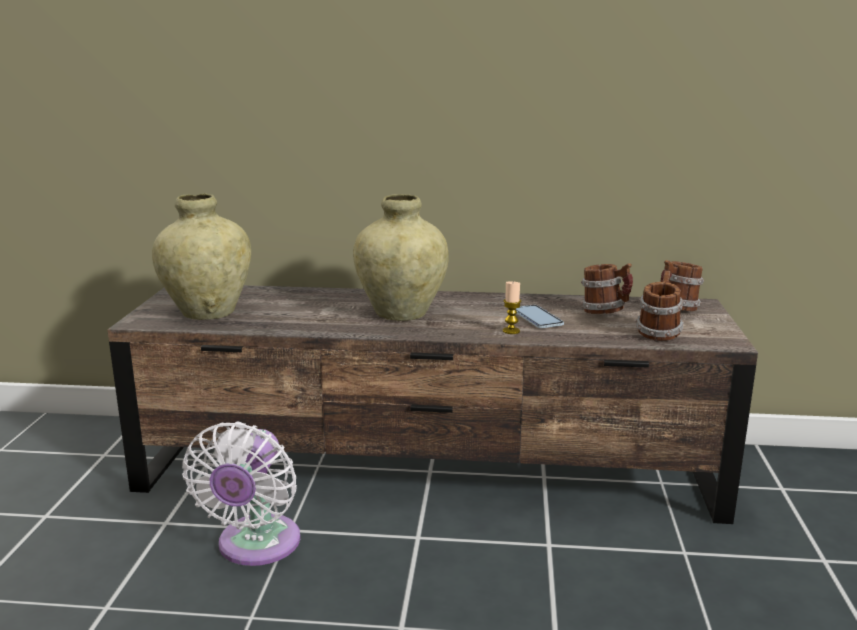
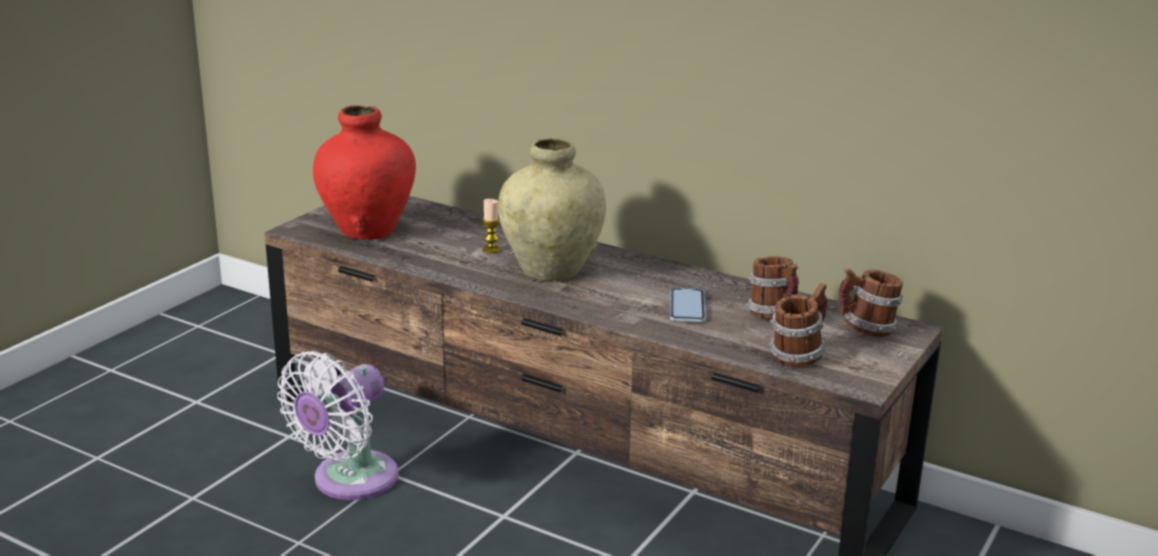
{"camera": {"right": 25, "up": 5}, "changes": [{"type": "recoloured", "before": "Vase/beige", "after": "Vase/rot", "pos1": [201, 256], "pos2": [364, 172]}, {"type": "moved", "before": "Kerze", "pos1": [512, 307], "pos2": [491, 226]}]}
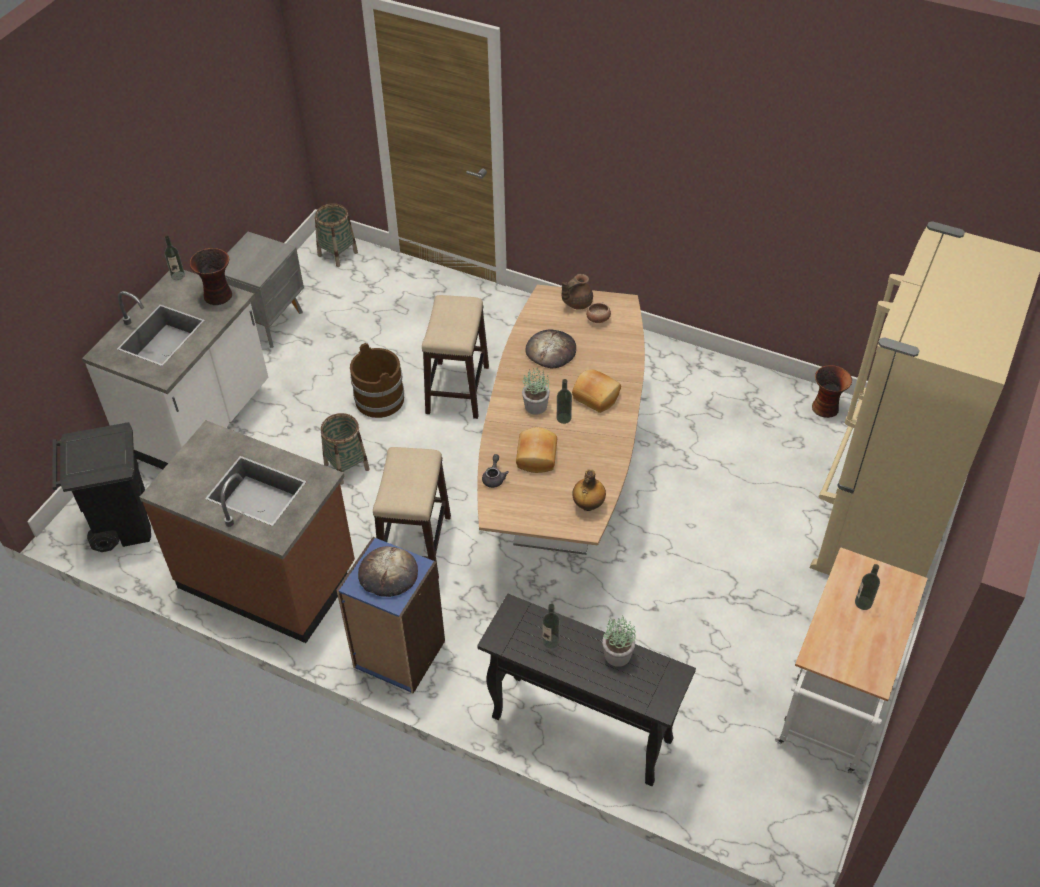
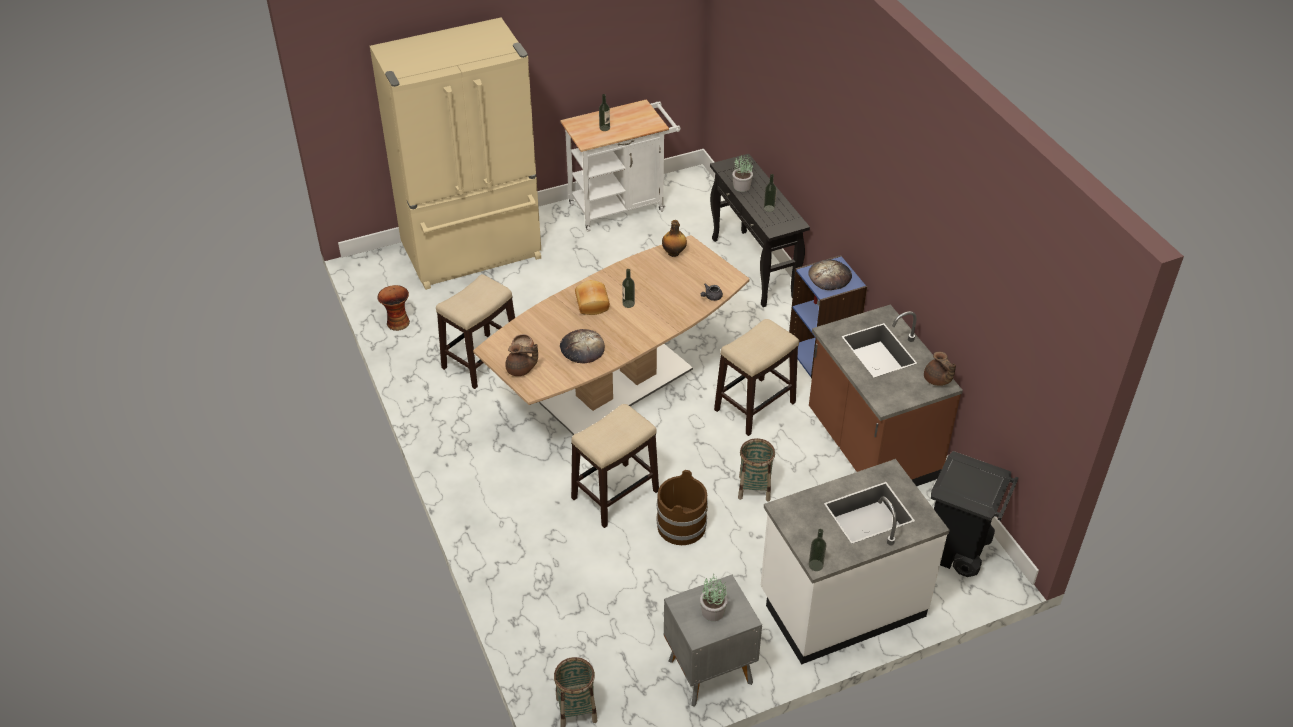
{"camera": {"right": -140, "up": -5}, "changes": [{"type": "added", "after": "Hocker", "pos2": [475, 331]}, {"type": "moved", "before": "Topfpflanze", "pos1": [536, 391], "pos2": [714, 598]}, {"type": "added", "after": "Teekanne/braun", "pos2": [940, 369]}, {"type": "removed", "before": "Vase", "pos1": [211, 276]}, {"type": "removed", "before": "Brot", "pos1": [536, 450]}]}
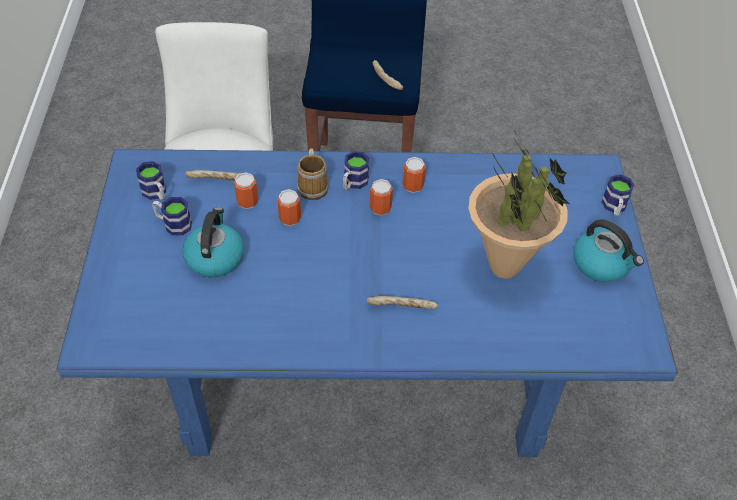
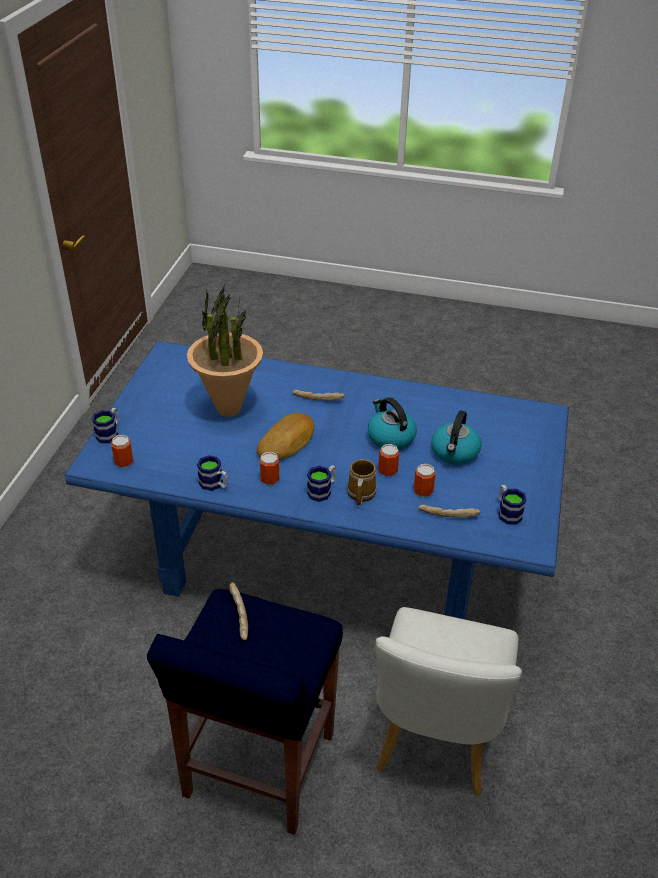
{"camera": {"right": -165, "up": -10}, "changes": [{"type": "moved", "before": "Dose", "pos1": [381, 197], "pos2": [122, 451]}, {"type": "moved", "before": "Henkelbecher", "pos1": [172, 216], "pos2": [212, 473]}, {"type": "added", "after": "Brot", "pos2": [285, 436]}, {"type": "moved", "before": "Wasserkessel", "pos1": [608, 251], "pos2": [392, 423]}]}
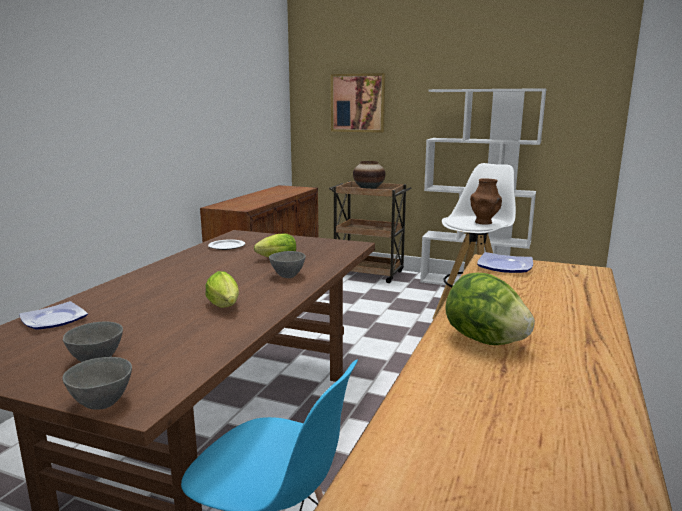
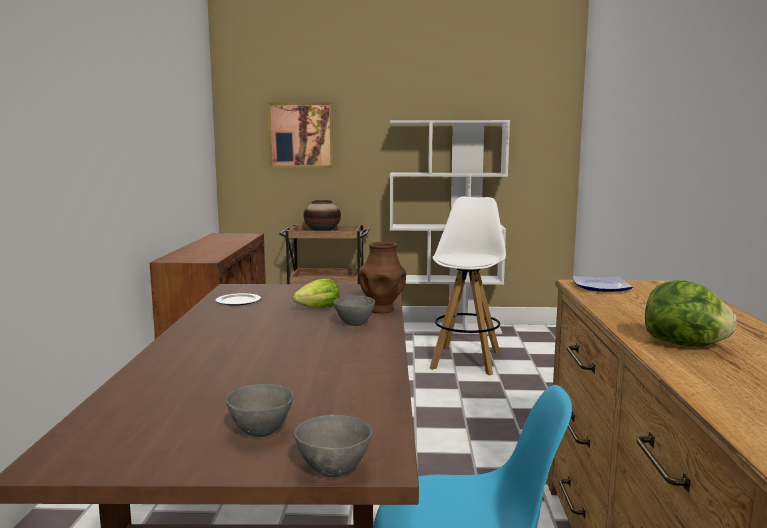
{"camera": {"right": -20, "up": -5}, "changes": [{"type": "moved", "before": "Vase/braun", "pos1": [486, 201], "pos2": [382, 277]}, {"type": "removed", "before": "Teller", "pos1": [53, 315]}, {"type": "removed", "before": "Salatkopf", "pos1": [222, 289]}]}
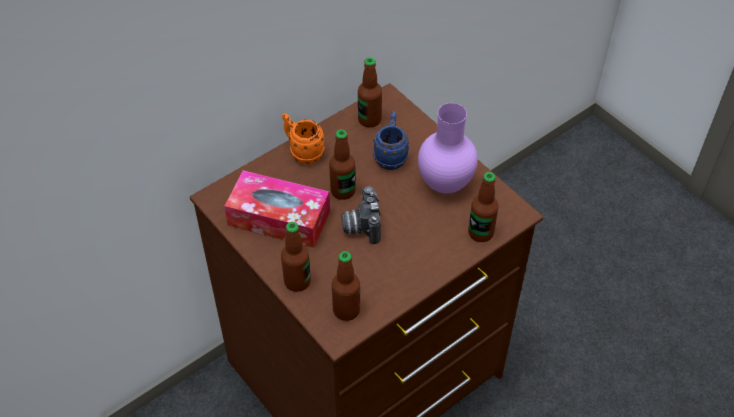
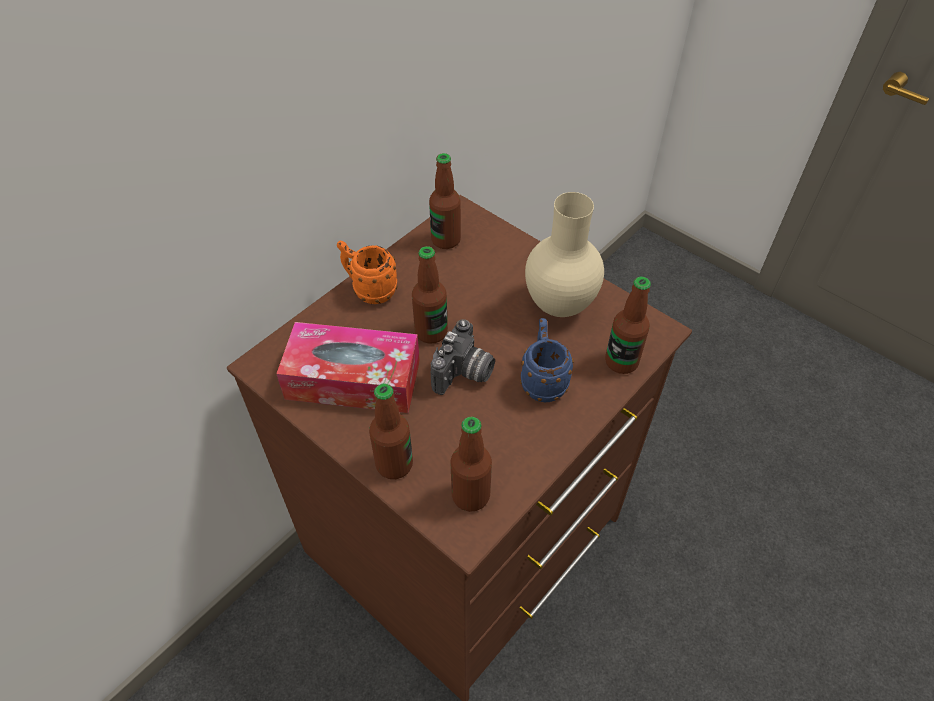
{"camera": {"right": -10, "up": 0}, "changes": [{"type": "turned", "before": "Kamera", "pos1": [361, 215], "pos2": [462, 357], "turn": -135}, {"type": "moved", "before": "Henkelbecher/blau", "pos1": [391, 140], "pos2": [547, 360]}, {"type": "recoloured", "before": "Vase/lila", "after": "Vase/beige", "pos1": [448, 148], "pos2": [564, 254]}]}
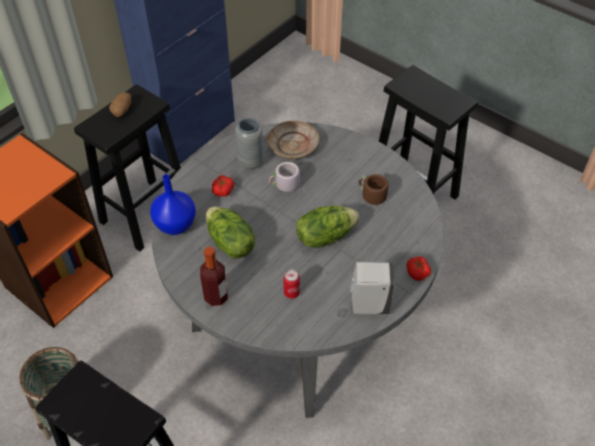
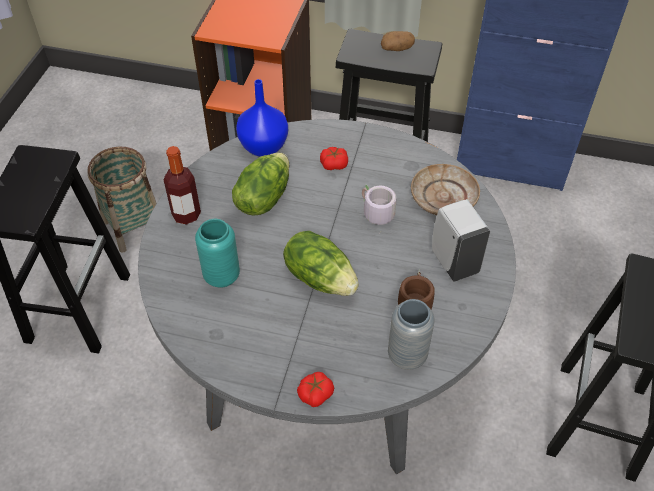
{"camera": {"right": 65, "up": 0}, "changes": [{"type": "replaced", "before": "Dose", "after": "Vase/türkis", "pos1": [291, 284], "pos2": [217, 253]}, {"type": "moved", "before": "Vase/grau", "pos1": [249, 143], "pos2": [411, 334]}, {"type": "moved", "before": "Seifenspender/weiß", "pos1": [372, 288], "pos2": [461, 240]}]}
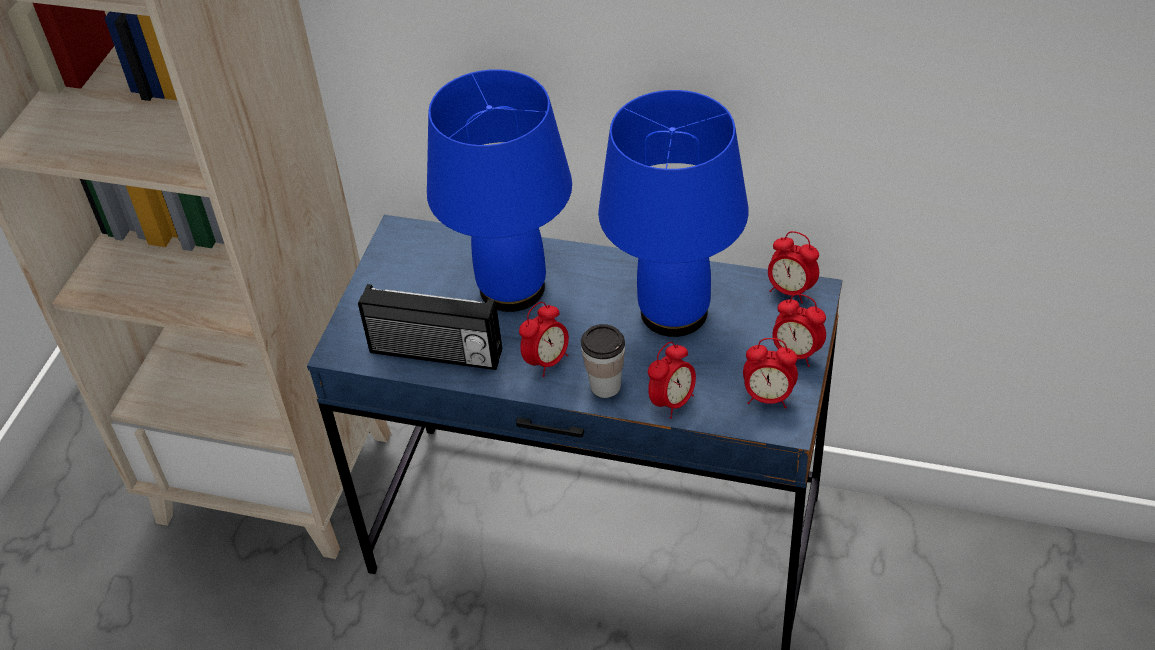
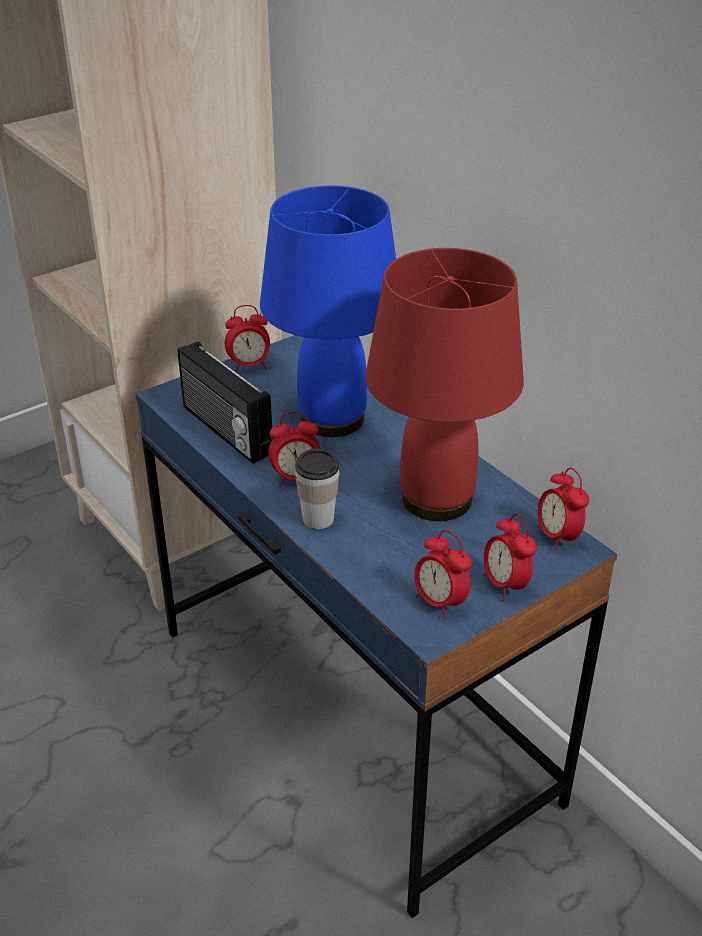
{"camera": {"right": 35, "up": -10}, "changes": [{"type": "moved", "before": "Wecker", "pos1": [672, 380], "pos2": [247, 338]}, {"type": "recoloured", "before": "Tischlampe/blau", "after": "Tischlampe/rot", "pos1": [673, 213], "pos2": [444, 384]}]}
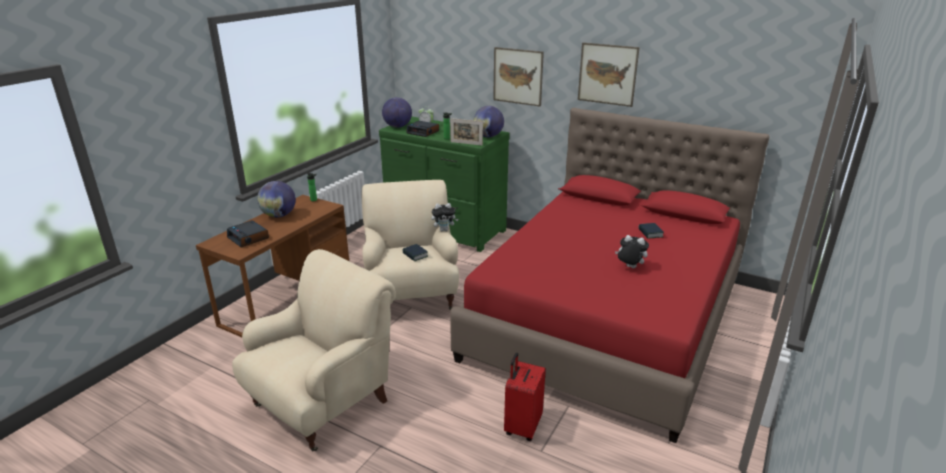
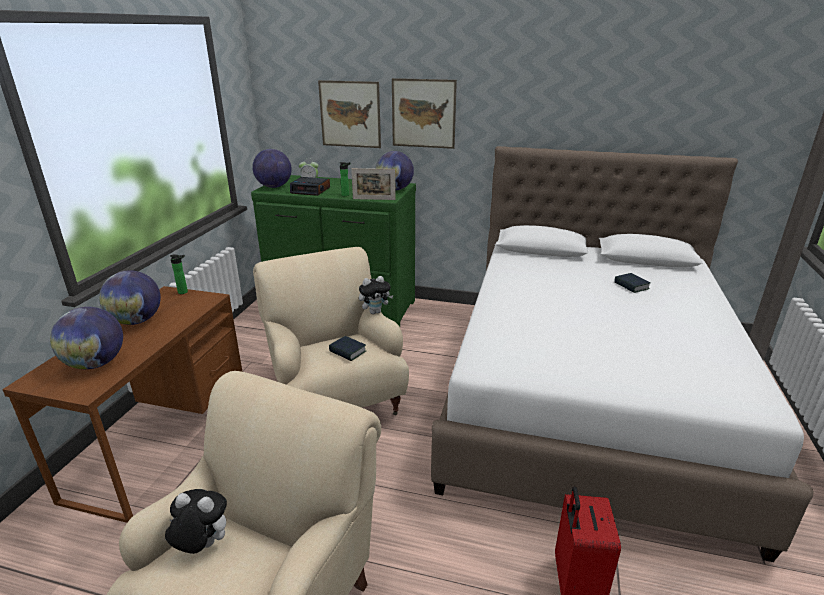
{"camera": {"right": -15, "up": 0}, "changes": [{"type": "replaced", "before": "Wecker", "after": "Globus", "pos1": [248, 234], "pos2": [86, 338]}, {"type": "moved", "before": "Plüschtier", "pos1": [632, 251], "pos2": [196, 521]}, {"type": "moved", "before": "Bild", "pos1": [609, 75], "pos2": [349, 114]}, {"type": "recoloured", "before": "Bett/rot", "after": "Bett/weiß", "pos1": [609, 275], "pos2": [622, 354]}]}
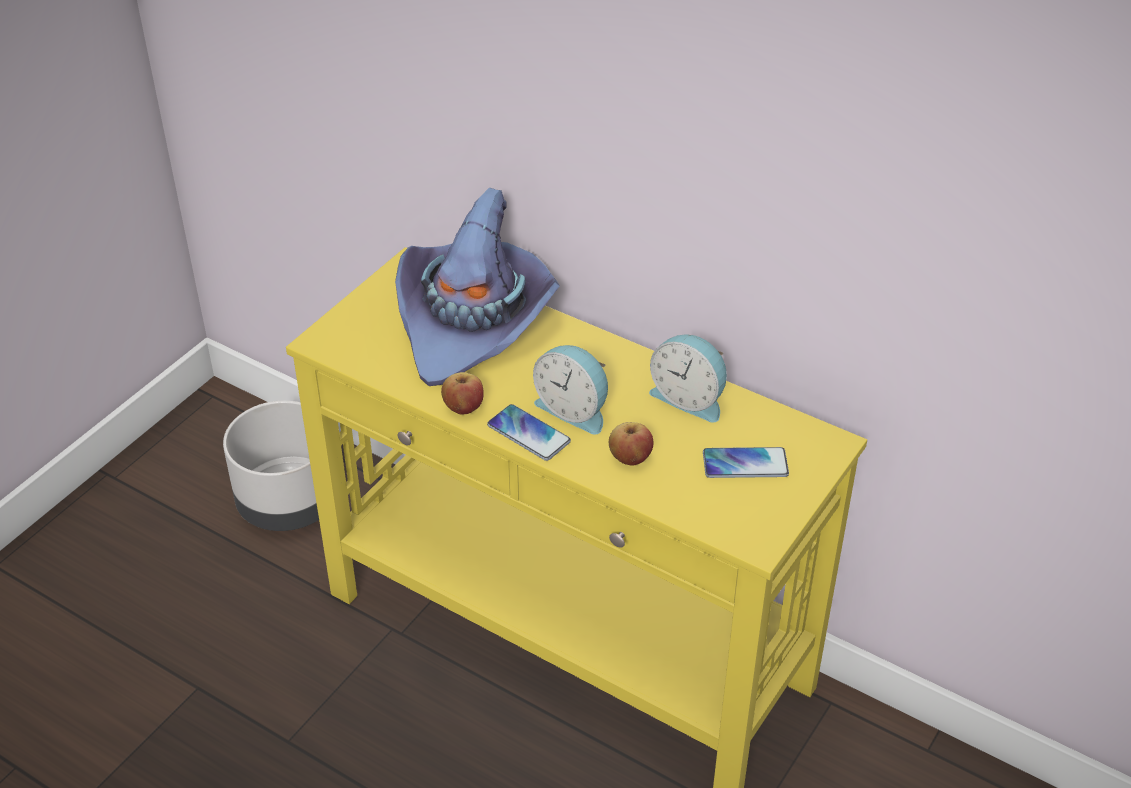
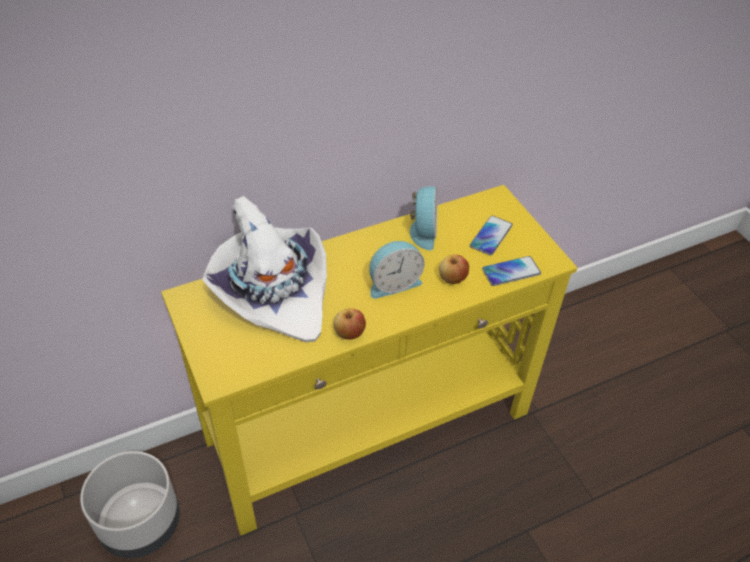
{"camera": {"right": -60, "up": 5}, "changes": [{"type": "recoloured", "before": "Hut/lila", "after": "Hut/weiß", "pos1": [477, 287], "pos2": [264, 269]}, {"type": "turned", "before": "Wecker", "pos1": [688, 378], "pos2": [423, 218], "turn": -60}, {"type": "moved", "before": "Handy", "pos1": [529, 432], "pos2": [511, 271]}]}
